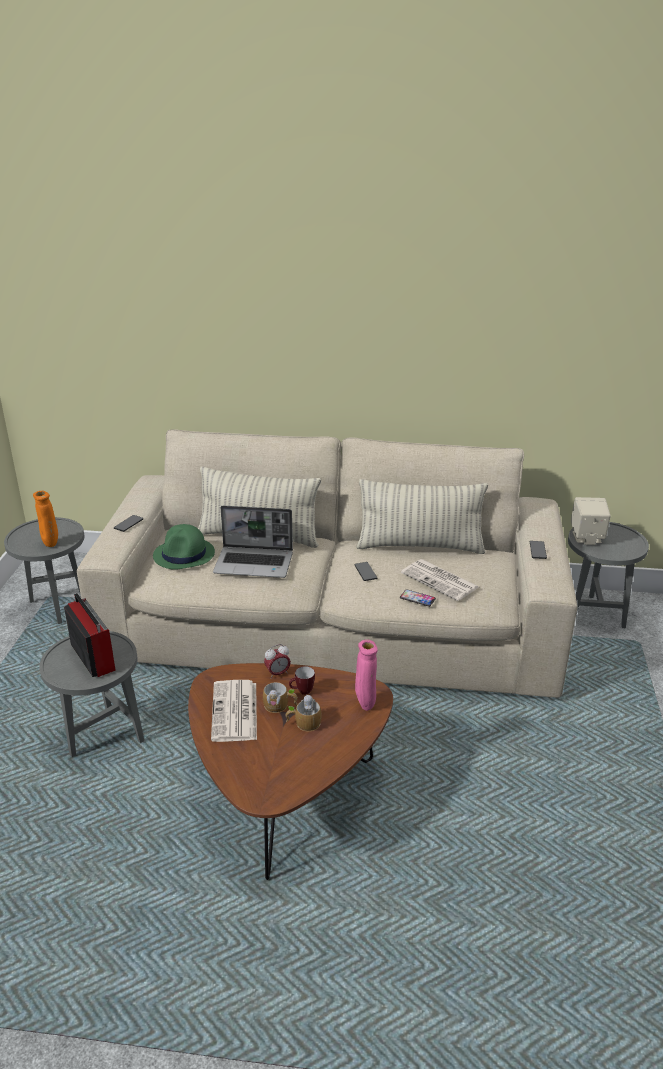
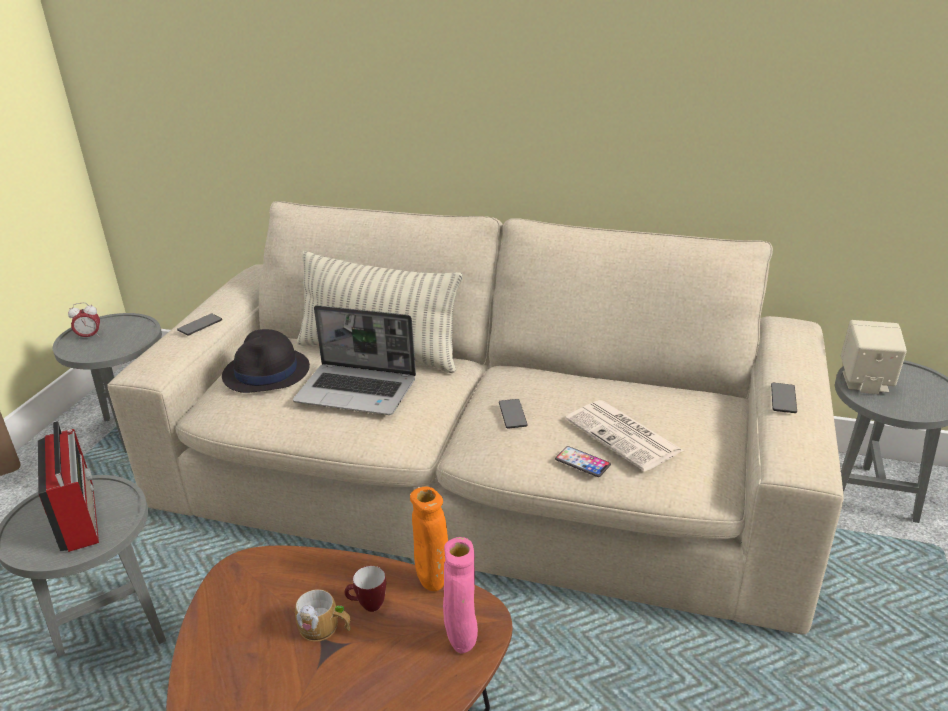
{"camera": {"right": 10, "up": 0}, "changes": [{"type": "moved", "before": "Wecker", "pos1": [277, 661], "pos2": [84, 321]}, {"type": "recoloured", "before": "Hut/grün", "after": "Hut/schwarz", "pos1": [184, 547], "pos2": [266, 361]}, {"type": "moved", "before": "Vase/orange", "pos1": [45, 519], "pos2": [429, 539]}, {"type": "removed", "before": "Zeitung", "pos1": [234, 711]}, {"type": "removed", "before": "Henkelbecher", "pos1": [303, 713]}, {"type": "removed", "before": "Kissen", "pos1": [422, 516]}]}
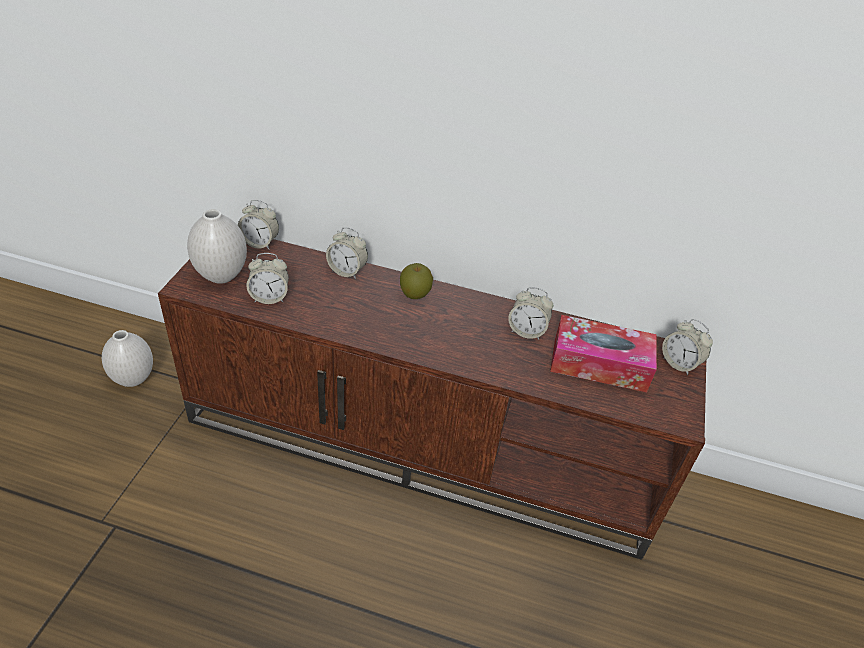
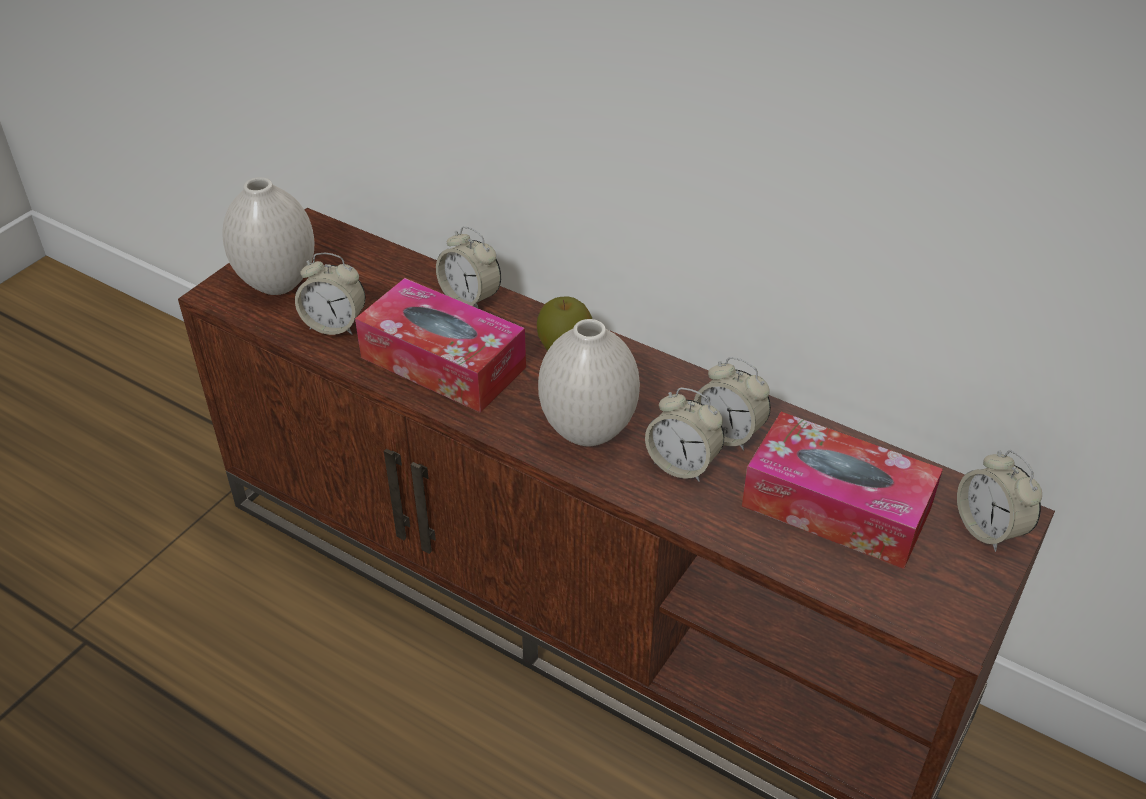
{"camera": {"right": 20, "up": 0}, "changes": [{"type": "added", "after": "Taschentuchbox", "pos2": [440, 345]}, {"type": "moved", "before": "Vase/weiß", "pos1": [127, 358], "pos2": [589, 382]}, {"type": "moved", "before": "Wecker", "pos1": [258, 225], "pos2": [684, 435]}]}
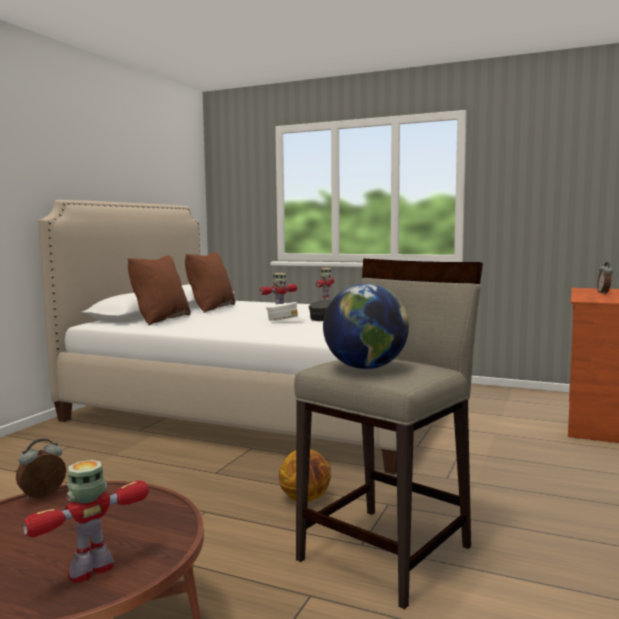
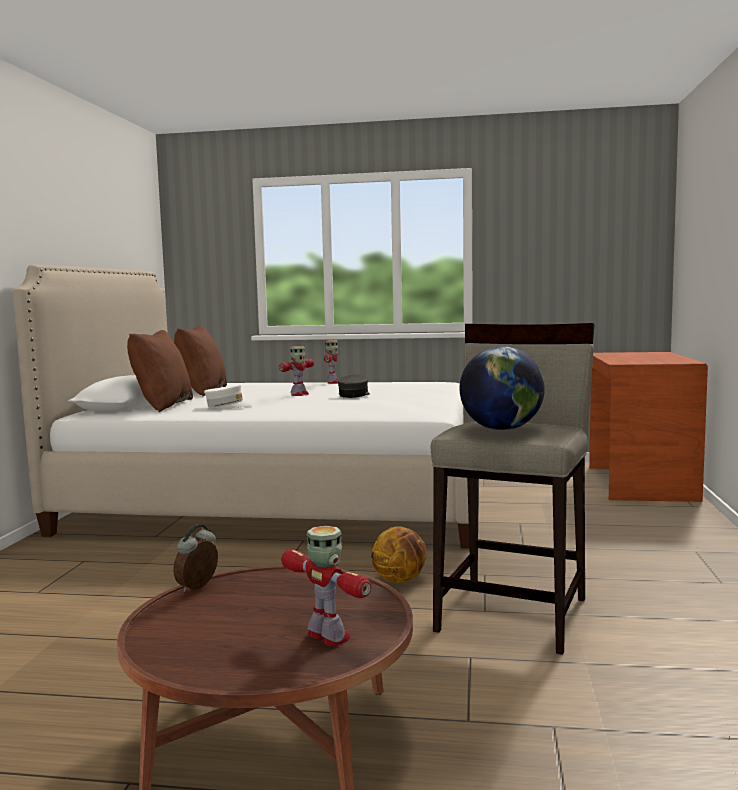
{"camera": {"right": -15, "up": 0}, "changes": [{"type": "moved", "before": "Kappe/weiß", "pos1": [286, 312], "pos2": [228, 396]}, {"type": "turned", "before": "Spielzeugroboter", "pos1": [86, 521], "pos2": [326, 586], "turn": 105}, {"type": "removed", "before": "Wecker", "pos1": [605, 278]}]}
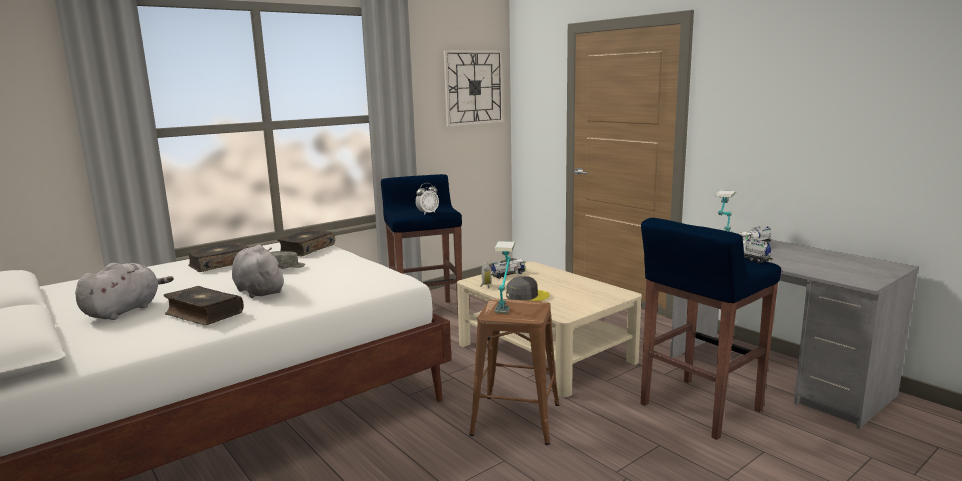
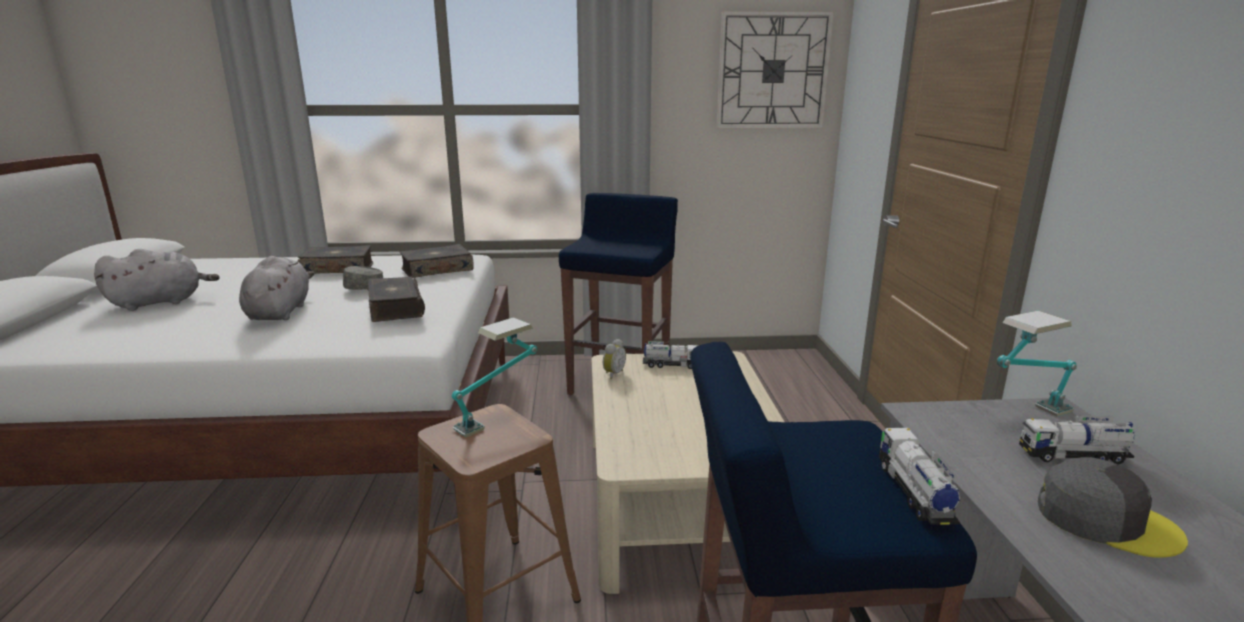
{"camera": {"right": 35, "up": 5}, "changes": [{"type": "moved", "before": "Buch", "pos1": [204, 305], "pos2": [396, 299]}, {"type": "moved", "before": "Kappe/grau", "pos1": [527, 288], "pos2": [1113, 507]}, {"type": "removed", "before": "Wecker", "pos1": [427, 199]}]}
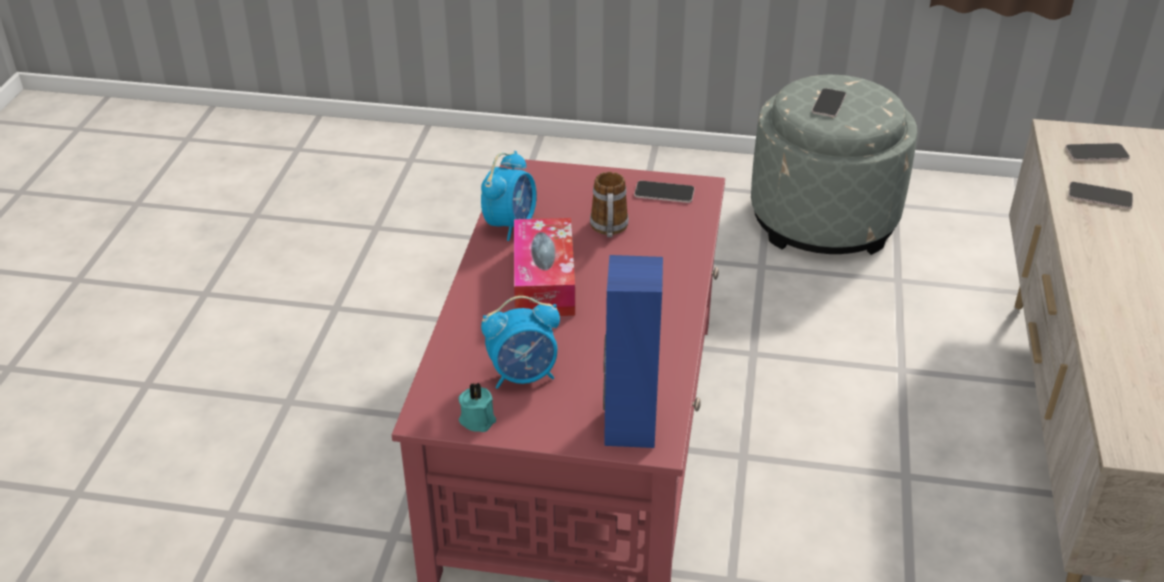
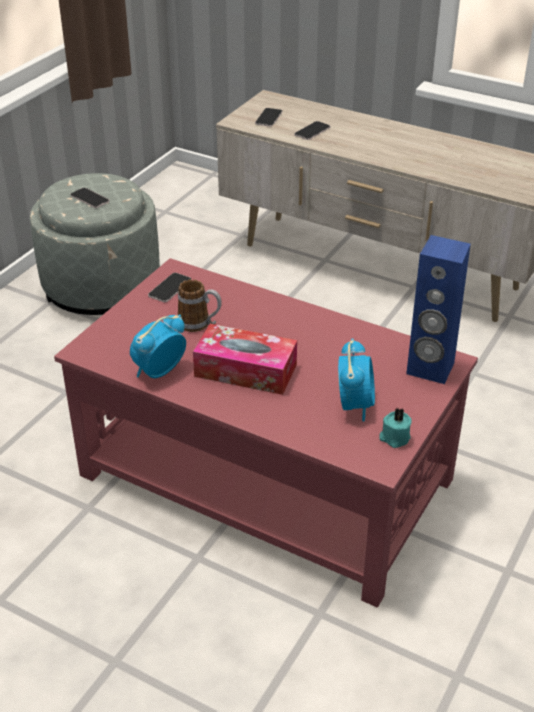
{"camera": {"right": -70, "up": 0}, "changes": [{"type": "turned", "before": "Wecker", "pos1": [509, 196], "pos2": [158, 346], "turn": -90}]}
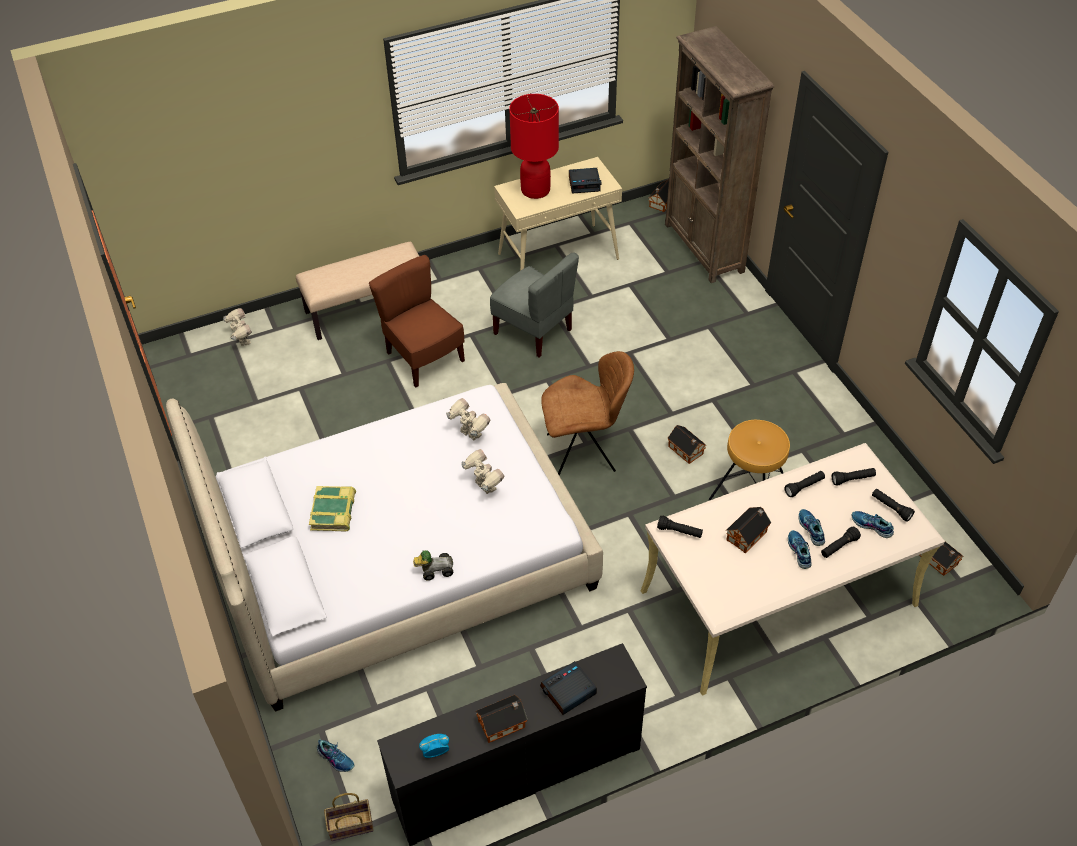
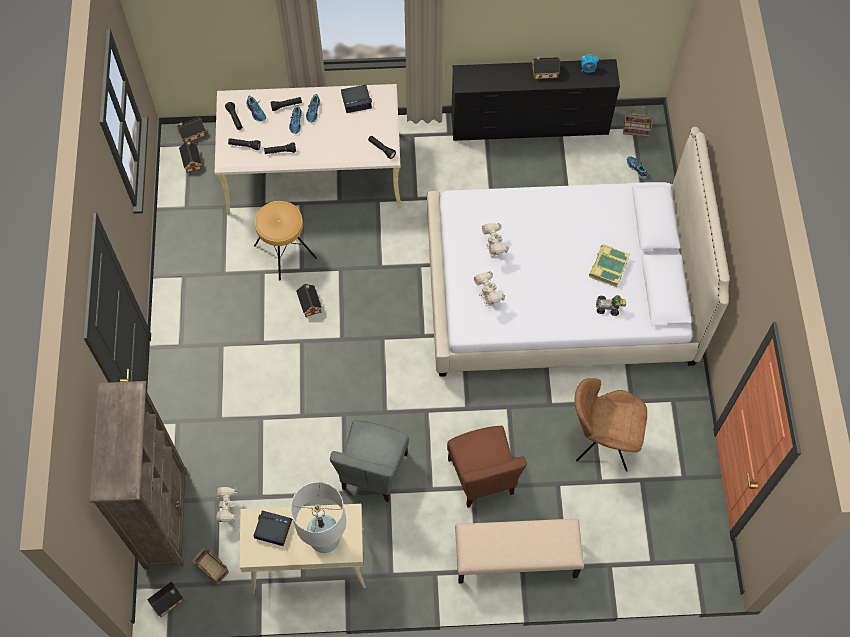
{"camera": {"right": -160, "up": 15}, "changes": [{"type": "moved", "before": "Spielzeughaus", "pos1": [748, 530], "pos2": [191, 129]}, {"type": "added", "after": "Korb", "pos2": [210, 566]}, {"type": "moved", "before": "Spielzeugroboter", "pos1": [237, 327], "pos2": [227, 504]}, {"type": "recoloured", "before": "Tischlampe/rot", "after": "Tischlampe/weiß", "pos1": [534, 146], "pos2": [318, 517]}, {"type": "turned", "before": "Stuhl/grau", "pos1": [534, 304], "pos2": [369, 461], "turn": -135}, {"type": "moved", "before": "Wecker", "pos1": [568, 688], "pos2": [356, 99]}, {"type": "moved", "before": "Stuhl/braun", "pos1": [587, 413], "pos2": [611, 424]}, {"type": "moved", "before": "Spielzeugauto", "pos1": [433, 565], "pos2": [611, 305]}]}
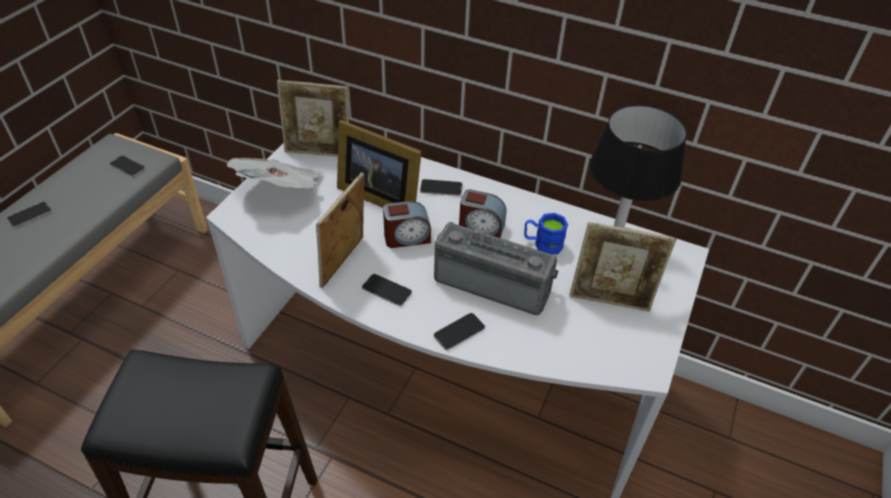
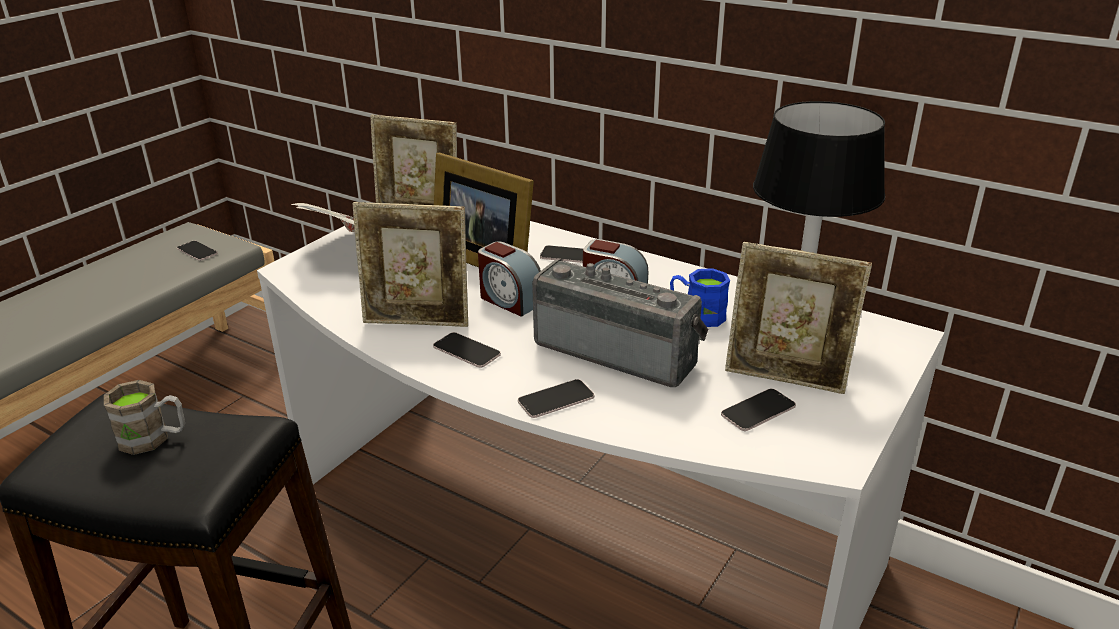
{"camera": {"right": 10, "up": -15}, "changes": [{"type": "added", "after": "Henkelbecher/braun", "pos2": [144, 417]}, {"type": "turned", "before": "Bilderrahmen", "pos1": [340, 230], "pos2": [410, 264], "turn": -120}, {"type": "turned", "before": "Wecker", "pos1": [407, 224], "pos2": [509, 279], "turn": 45}, {"type": "moved", "before": "Handy", "pos1": [29, 214], "pos2": [758, 409]}]}
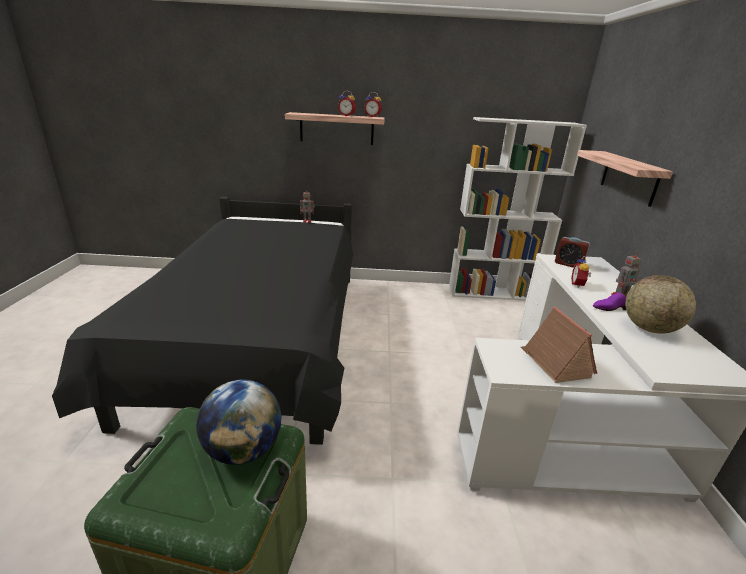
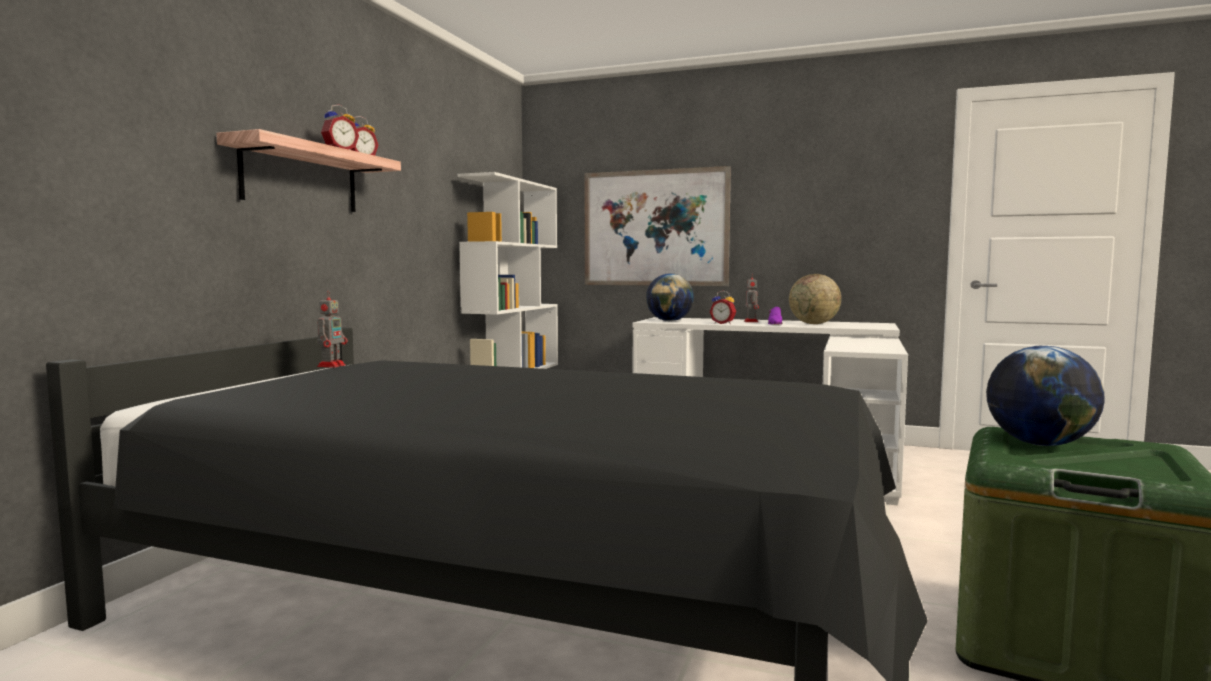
{"camera": {"right": -70, "up": -20}, "changes": [{"type": "replaced", "before": "Wandregal", "after": "Bild", "pos1": [625, 178], "pos2": [657, 226]}, {"type": "replaced", "before": "Wecker", "after": "Globus", "pos1": [572, 252], "pos2": [670, 297]}, {"type": "removed", "before": "Spielzeughaus", "pos1": [559, 345]}]}
